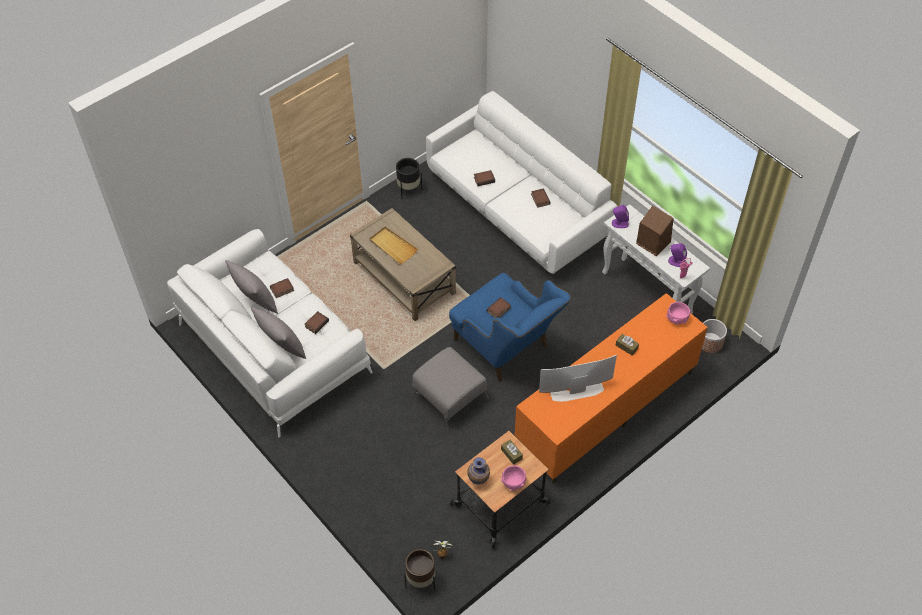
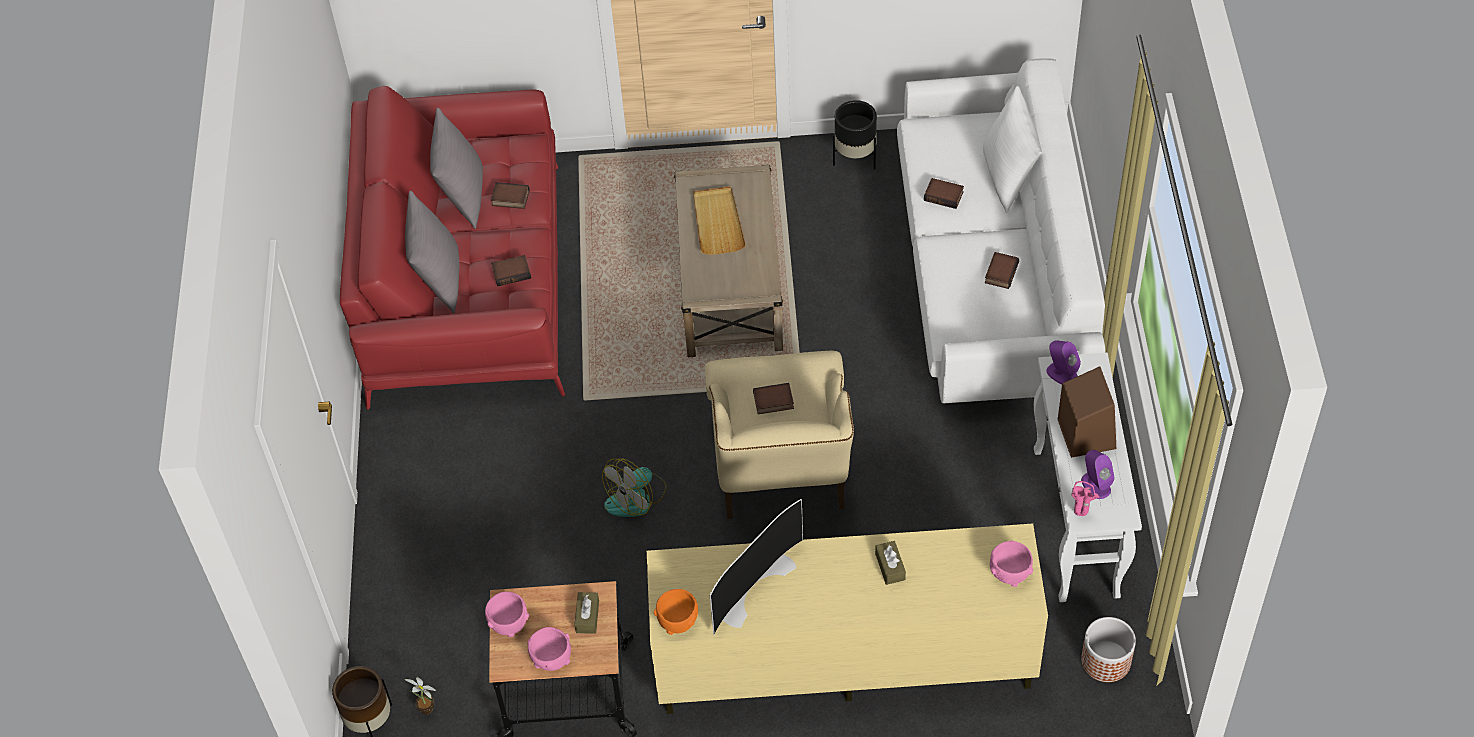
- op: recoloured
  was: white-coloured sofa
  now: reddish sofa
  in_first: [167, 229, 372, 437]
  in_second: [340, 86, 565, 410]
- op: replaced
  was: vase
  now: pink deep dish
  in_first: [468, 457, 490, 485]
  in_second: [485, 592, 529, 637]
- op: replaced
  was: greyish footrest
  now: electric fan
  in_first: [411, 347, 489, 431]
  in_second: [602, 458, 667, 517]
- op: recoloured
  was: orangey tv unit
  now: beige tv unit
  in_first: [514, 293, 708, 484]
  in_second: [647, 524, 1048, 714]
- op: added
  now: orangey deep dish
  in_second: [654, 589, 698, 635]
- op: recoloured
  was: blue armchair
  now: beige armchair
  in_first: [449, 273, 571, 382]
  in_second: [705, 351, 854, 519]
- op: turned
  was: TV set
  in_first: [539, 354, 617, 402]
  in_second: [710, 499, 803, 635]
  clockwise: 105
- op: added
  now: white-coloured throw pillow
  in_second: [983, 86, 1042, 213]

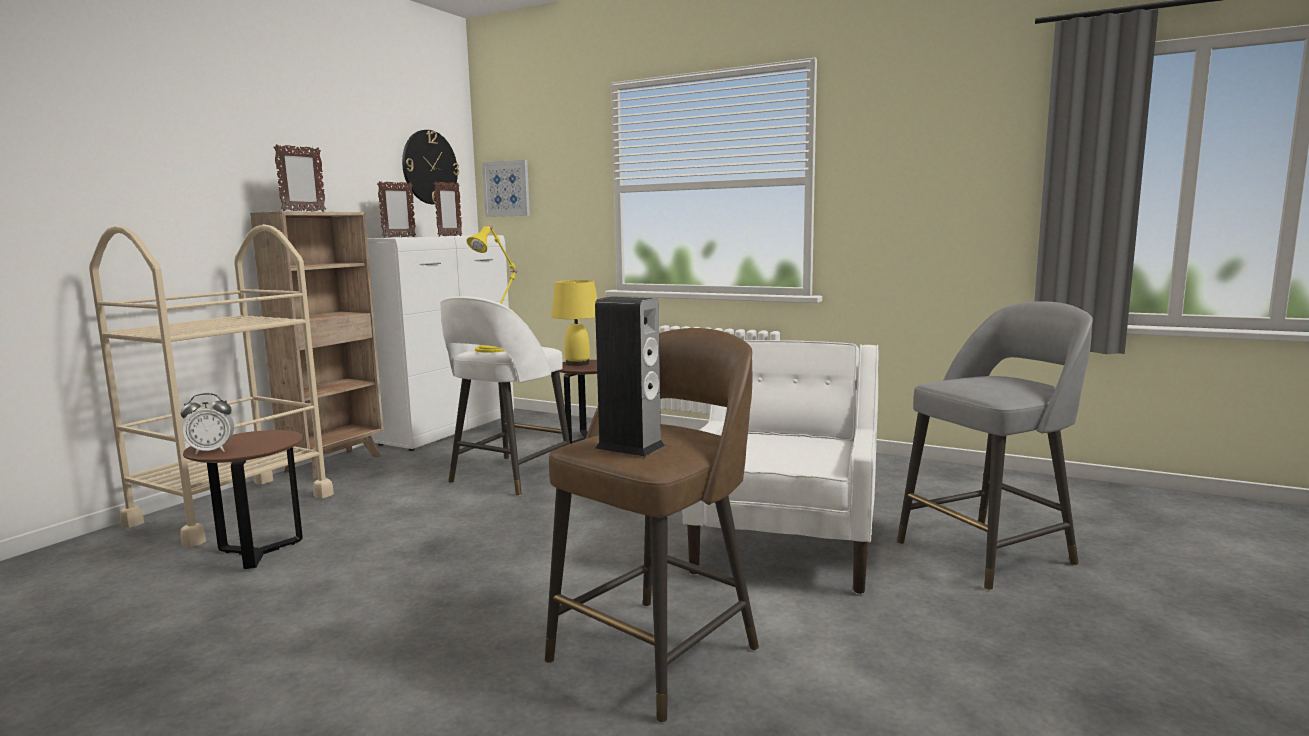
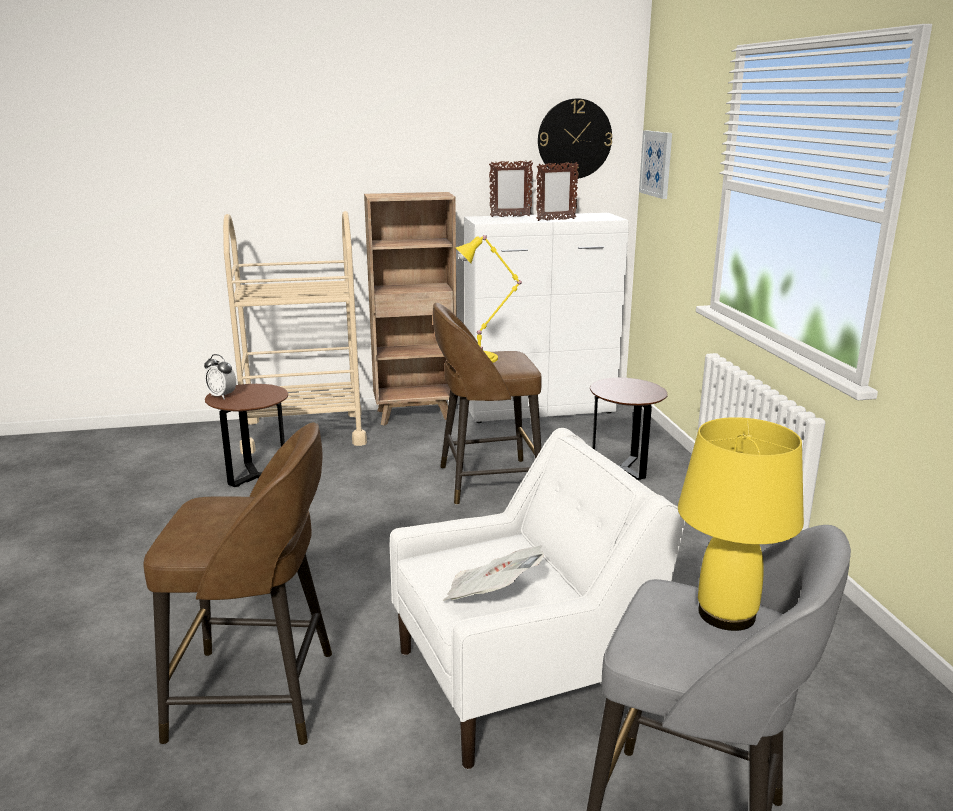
- op: recoloured
  was: white-coloured stool
  now: brownish stool
  in_first: [440, 296, 570, 496]
  in_second: [433, 303, 542, 505]
- op: added
  now: daily paper
  in_second: [443, 545, 544, 601]
- op: moved
  was: yellow-coloured tabletop lamp
  in_first: [551, 280, 597, 366]
  in_second: [678, 417, 804, 631]
- op: removed
  was: standing frame
  in_first: [273, 144, 326, 212]
- op: removed
  was: loudspeaker
  in_first: [595, 297, 665, 456]

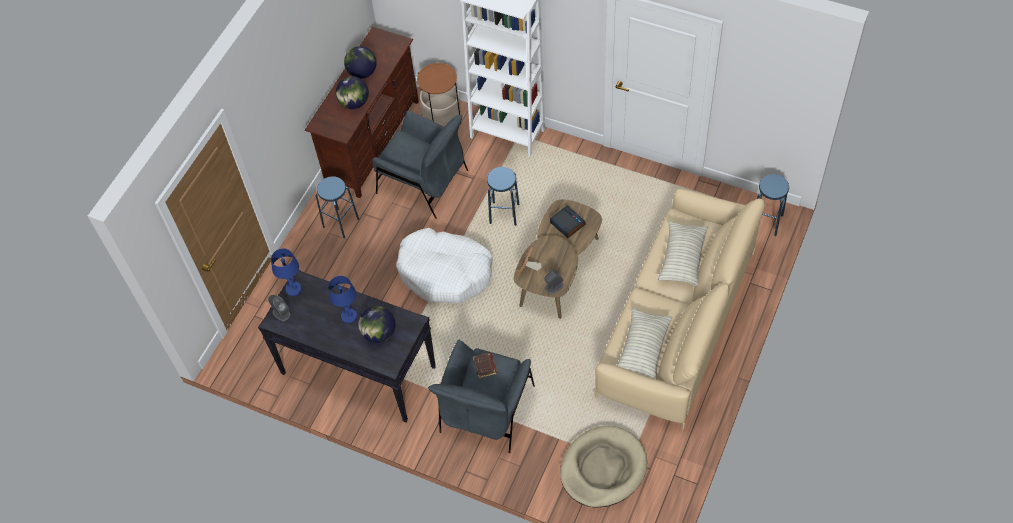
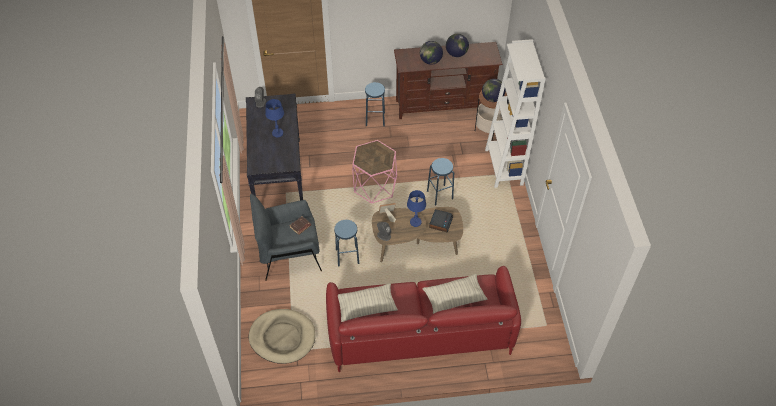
- op: recoloured
  was: beige sofa
  now: reddish sofa
  in_first: [595, 189, 765, 430]
  in_second: [326, 266, 521, 372]
- op: moved
  was: blue stool
  in_first: [757, 174, 789, 236]
  in_second: [334, 220, 359, 266]
- op: replaced
  was: white-coloured dog bed
  now: pink side table
  in_first: [396, 228, 493, 303]
  in_second: [352, 140, 397, 204]
- op: moved
  was: blue tabletop lamp
  in_first: [271, 248, 301, 296]
  in_second: [407, 190, 426, 227]
- op: moved
  was: desk globe
  in_first: [358, 306, 395, 343]
  in_second: [482, 79, 505, 102]
- op: removed
  was: greyish armchair
  in_first: [373, 111, 468, 219]

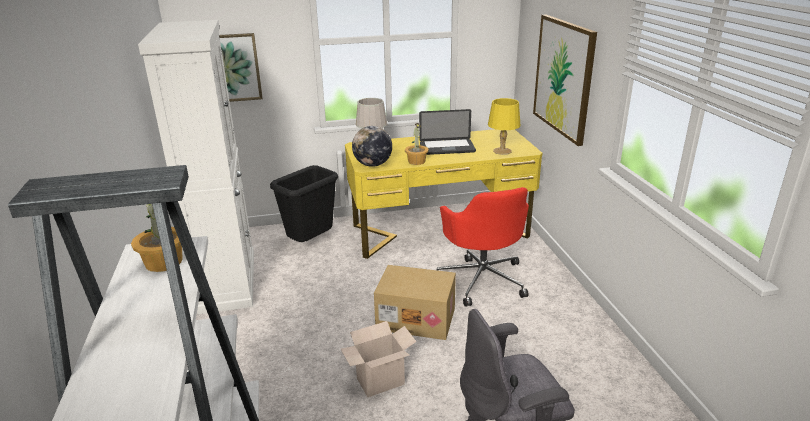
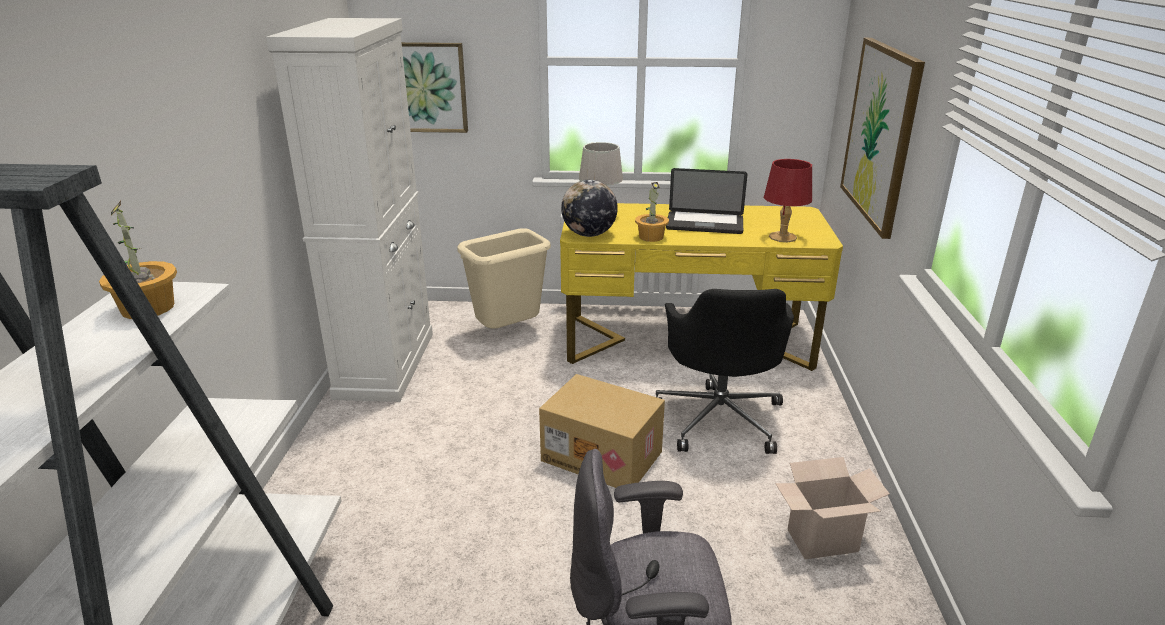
- op: recoloured
  was: black-coloured rubbish bin
  now: beige rubbish bin
  in_first: [270, 165, 338, 242]
  in_second: [457, 228, 551, 329]
- op: recoloured
  was: reddish office chair
  now: black-coloured office chair
  in_first: [437, 187, 529, 307]
  in_second: [656, 289, 794, 454]
- op: recoloured
  was: yellow-coloured tabletop lamp
  now: reddish tabletop lamp
  in_first: [488, 98, 521, 155]
  in_second: [764, 159, 812, 242]
- op: moved
  was: packing box
  in_first: [341, 321, 416, 397]
  in_second: [776, 457, 890, 559]

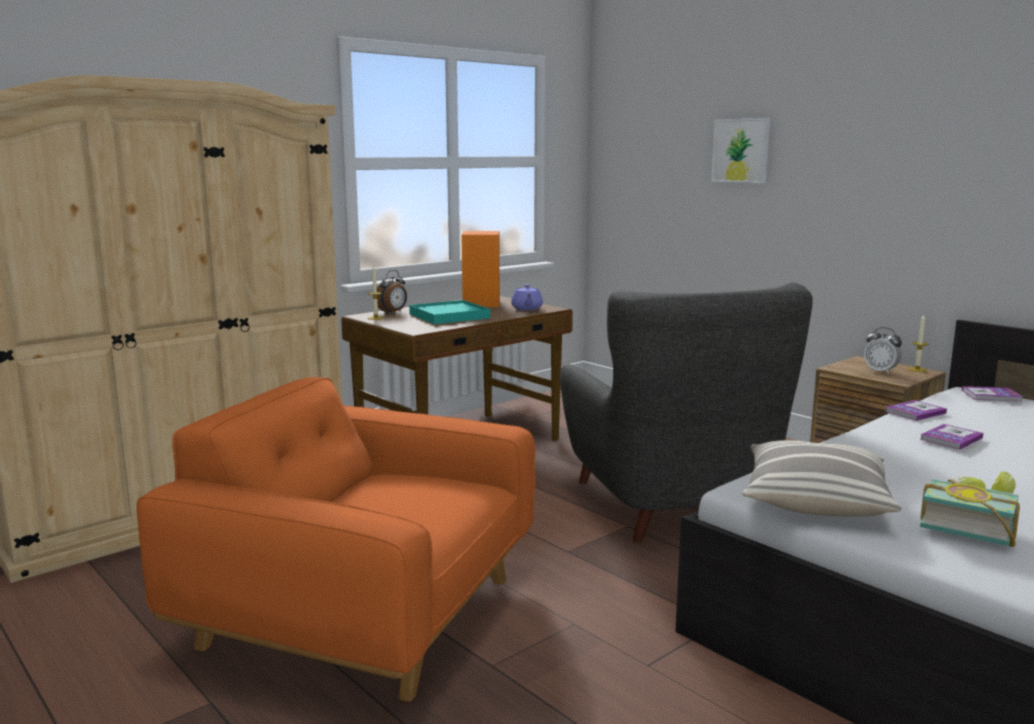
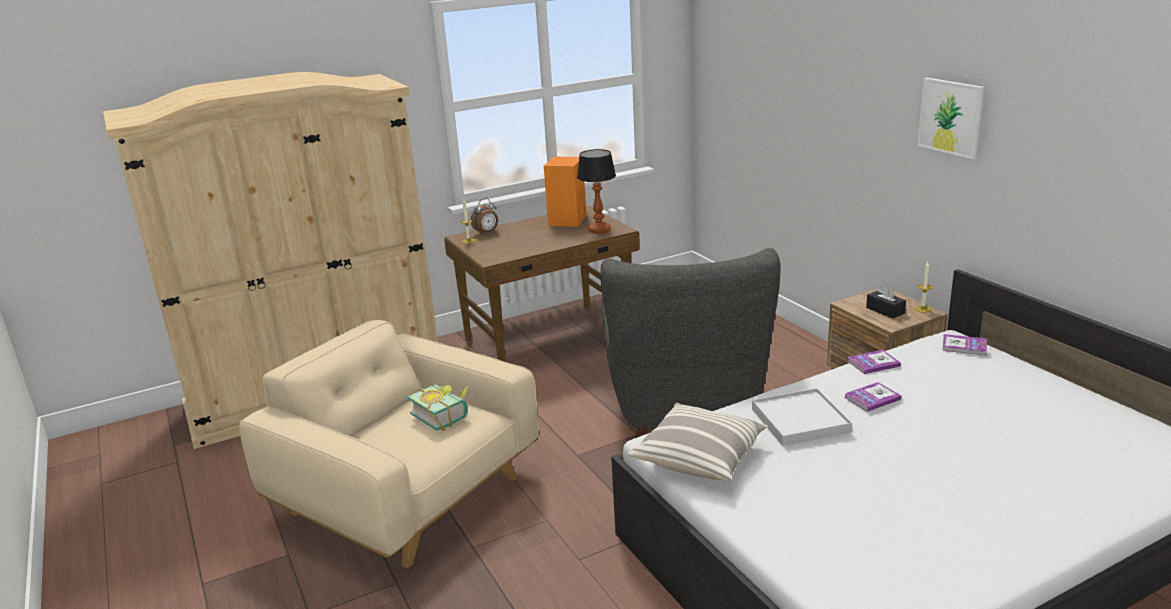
- op: recoloured
  was: orangey armchair
  now: beige armchair
  in_first: [136, 377, 535, 702]
  in_second: [239, 320, 539, 568]
- op: moved
  was: volume
  in_first: [920, 471, 1020, 547]
  in_second: [407, 383, 470, 431]
- op: replaced
  was: purple-coloured teapot
  now: tabletop lamp
  in_first: [511, 284, 543, 311]
  in_second: [577, 149, 616, 234]
- op: added
  now: white-coloured carrying tray
  in_second: [752, 388, 852, 446]
- op: replaced
  was: alarm clock
  now: black-coloured box of tissues
  in_first: [864, 327, 902, 374]
  in_second: [866, 284, 906, 319]
- op: moved
  was: picture
  in_first: [711, 118, 770, 183]
  in_second: [917, 78, 984, 159]
- op: removed
  was: turquoise carrying tray
  in_first: [409, 300, 490, 324]

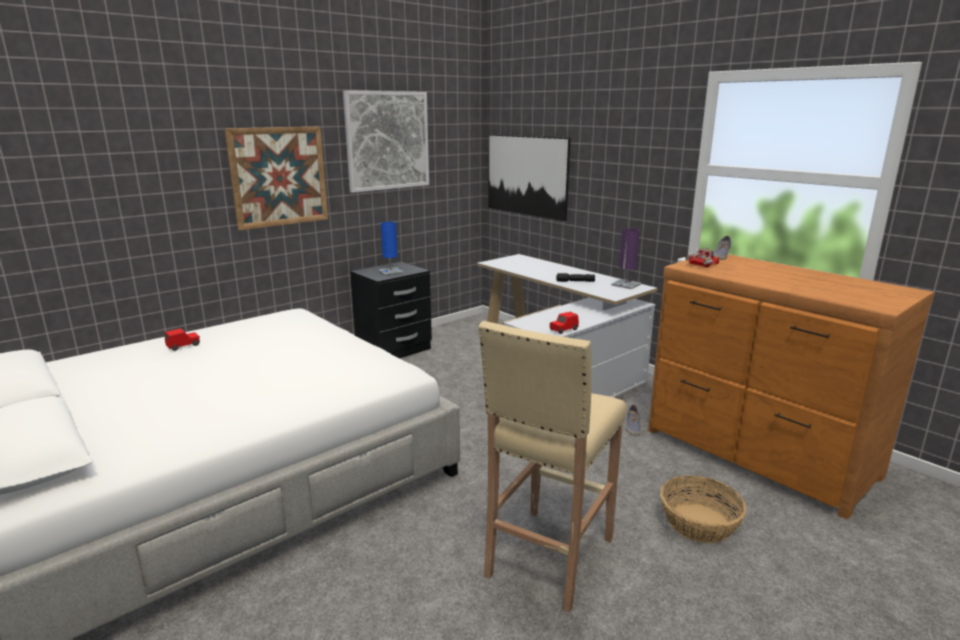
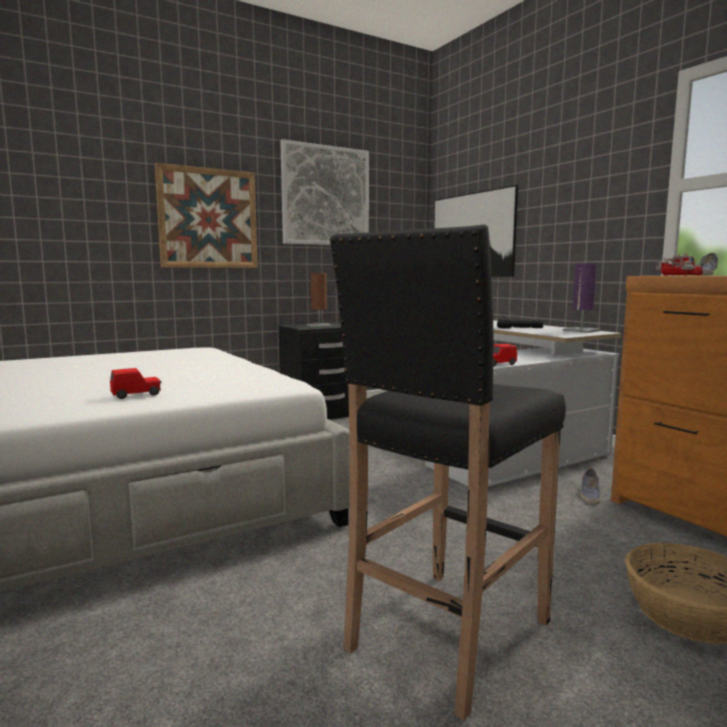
- op: moved
  was: reddish toy car
  in_first: [165, 328, 200, 351]
  in_second: [110, 368, 161, 399]
- op: recoloured
  was: blue tabletop lamp
  now: brownish tabletop lamp
  in_first: [378, 222, 404, 275]
  in_second: [307, 273, 332, 328]
- op: recoloured
  was: beige stool
  now: black-coloured stool
  in_first: [478, 321, 626, 612]
  in_second: [330, 225, 566, 720]

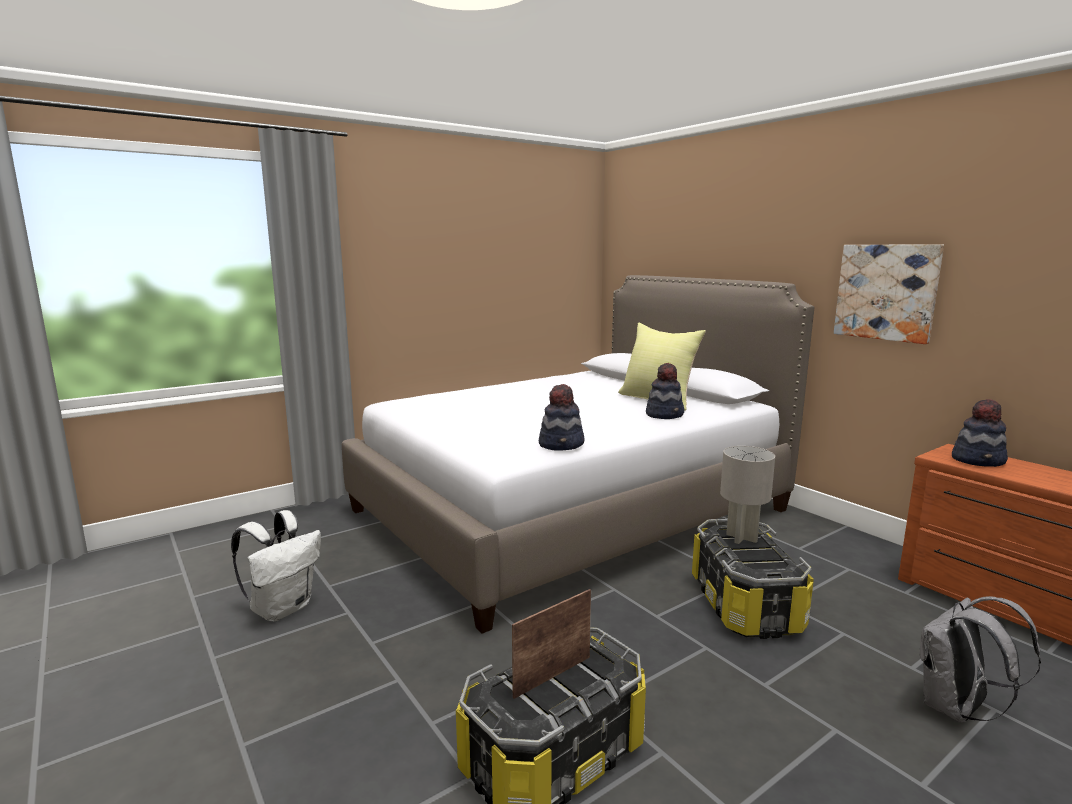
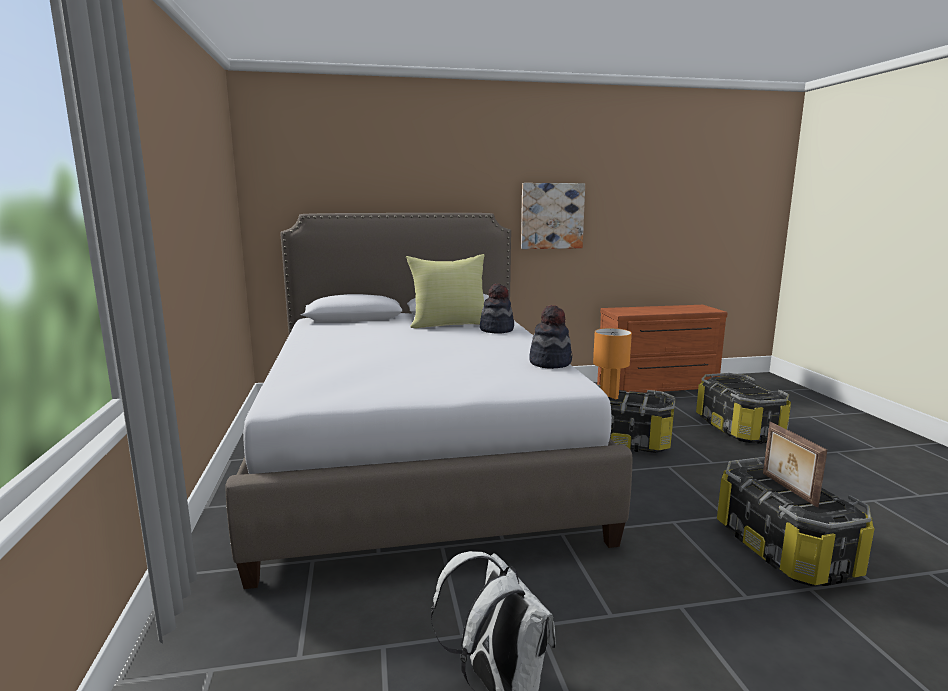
- op: recoloured
  was: greyish tabletop lamp
  now: orangey tabletop lamp
  in_first: [720, 446, 775, 544]
  in_second: [593, 328, 632, 399]
- op: replaced
  was: greyish backpack
  now: storage bin
  in_first: [919, 596, 1041, 723]
  in_second: [696, 373, 791, 444]
- op: removed
  was: hat
  in_first: [952, 399, 1008, 467]

